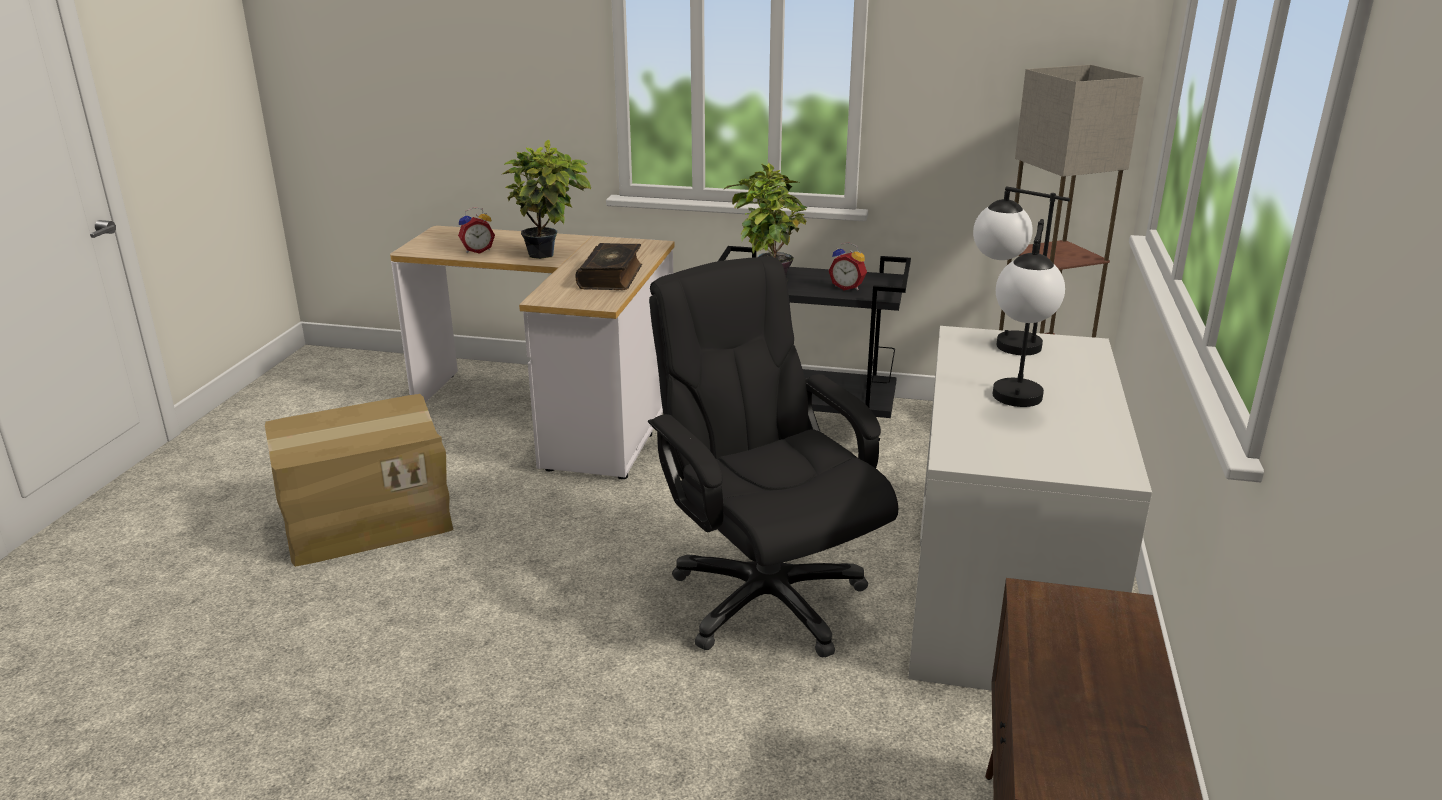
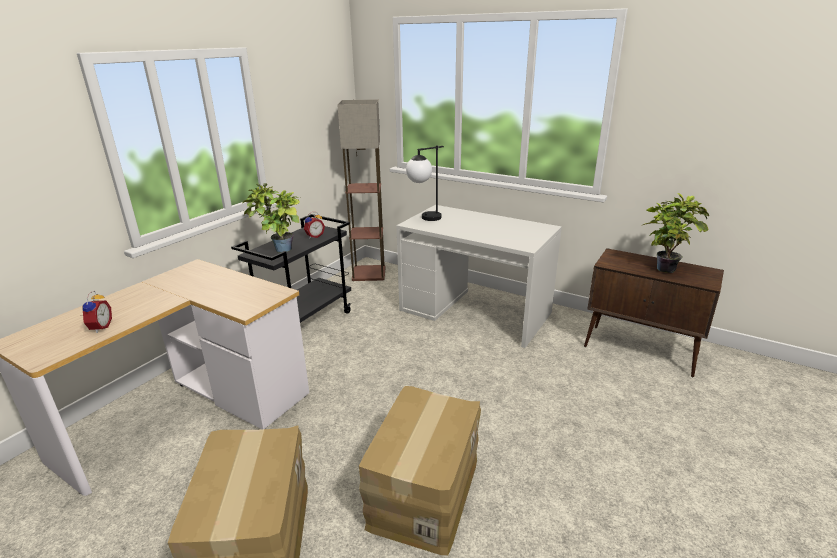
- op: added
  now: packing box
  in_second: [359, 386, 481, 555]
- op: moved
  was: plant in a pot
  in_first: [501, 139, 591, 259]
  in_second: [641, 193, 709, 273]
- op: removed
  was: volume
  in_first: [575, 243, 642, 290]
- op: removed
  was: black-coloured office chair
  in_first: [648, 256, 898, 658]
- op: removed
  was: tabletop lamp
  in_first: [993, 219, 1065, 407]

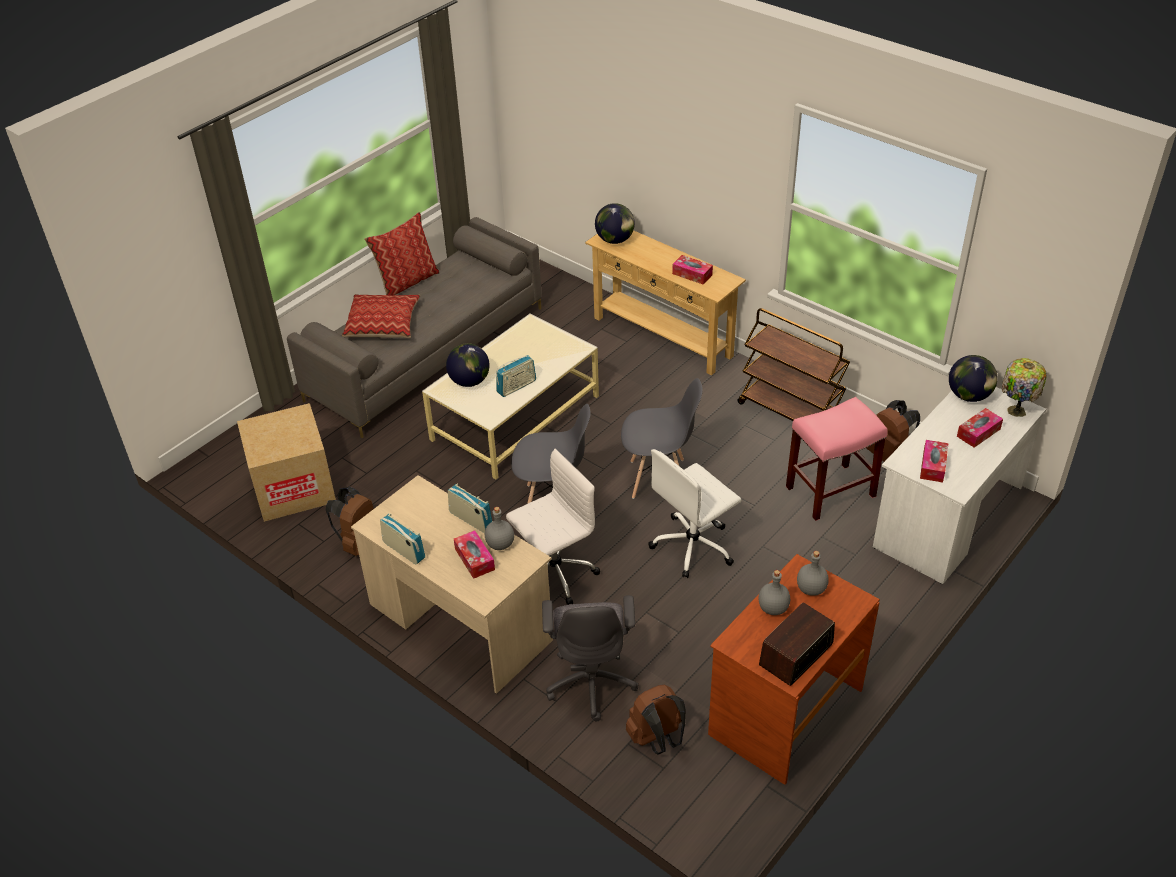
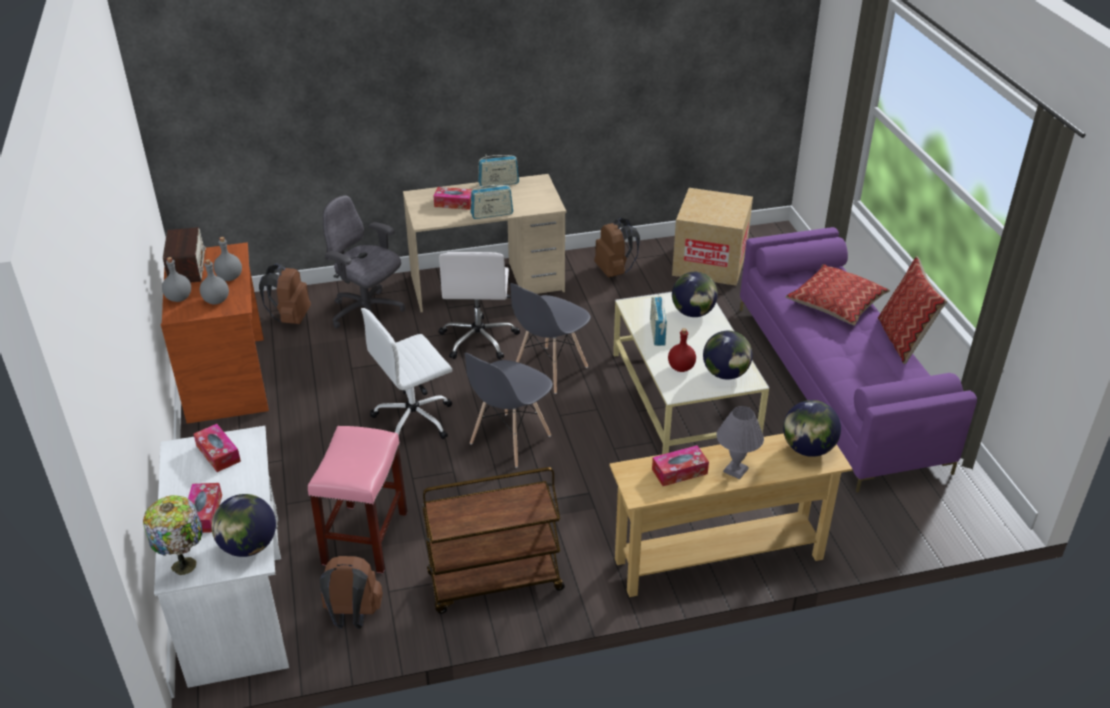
- op: moved
  was: greyish drink bottle
  in_first: [485, 507, 514, 550]
  in_second: [162, 257, 191, 302]
- op: turned
  was: white-coloured office chair
  in_first: [648, 449, 741, 578]
  in_second: [361, 308, 452, 443]
  clockwise: -120
- op: added
  now: reddish drink bottle
  in_second: [668, 328, 696, 372]
- op: added
  now: desk globe
  in_second: [703, 331, 753, 380]
- op: added
  now: greyish tabletop lamp
  in_second: [717, 406, 764, 479]
- op: recoloured
  was: greyish sofa
  now: purple-coloured sofa
  in_first: [287, 217, 542, 438]
  in_second: [740, 227, 977, 493]

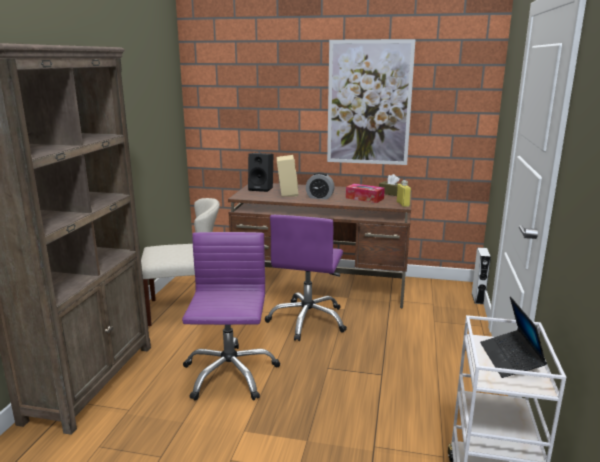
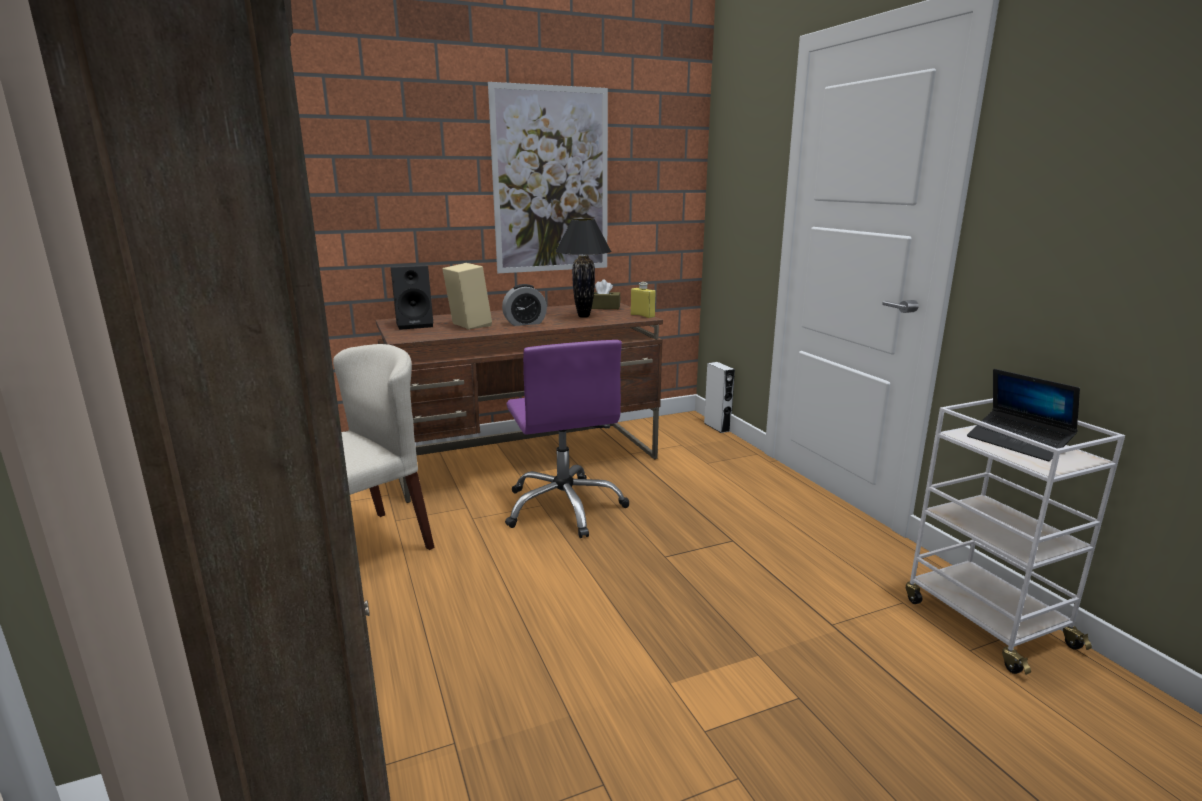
- op: replaced
  was: box of tissues
  now: black-coloured tabletop lamp
  in_first: [346, 184, 385, 203]
  in_second: [555, 219, 611, 318]
- op: removed
  was: purple-coloured office chair
  in_first: [182, 232, 280, 401]

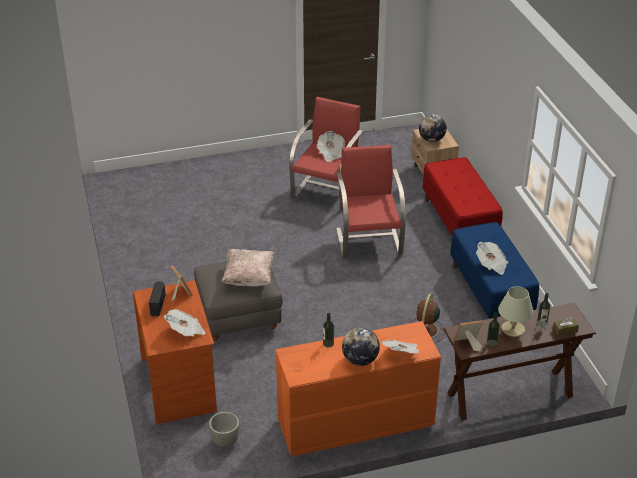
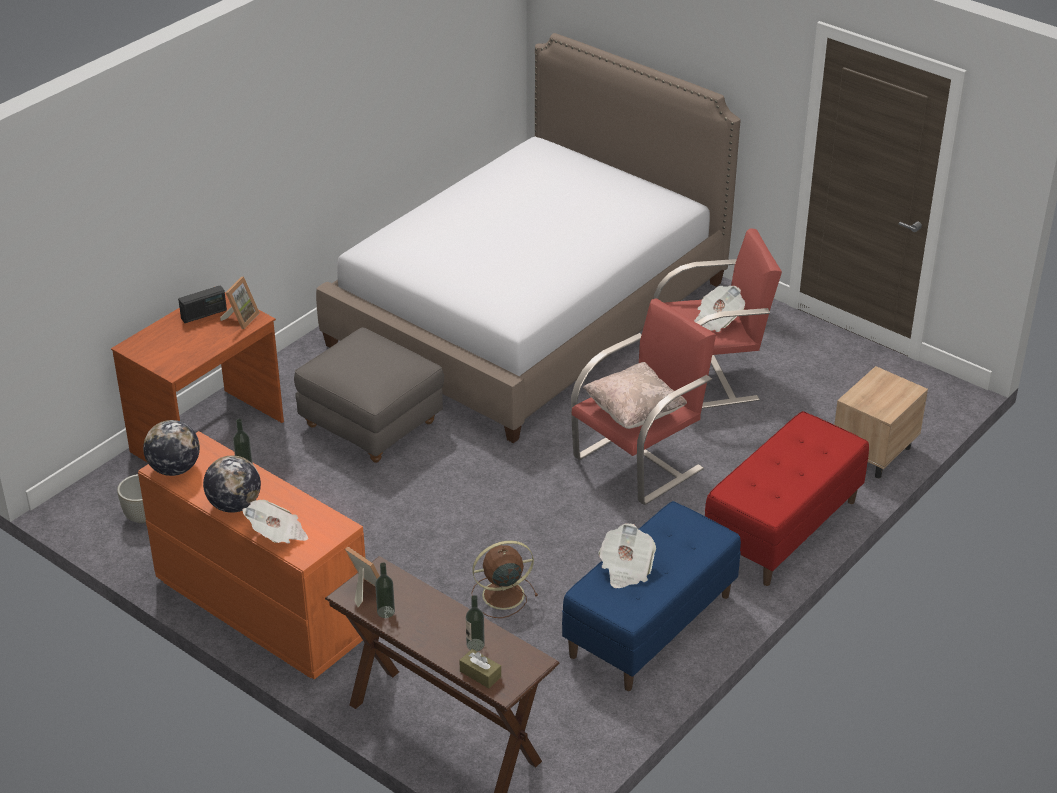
- op: moved
  was: desk globe
  in_first: [419, 114, 447, 142]
  in_second: [143, 420, 200, 476]
- op: added
  now: bed
  in_second: [316, 33, 741, 443]
- op: moved
  was: beige throw pillow
  in_first: [221, 249, 275, 286]
  in_second: [583, 362, 687, 429]
- op: removed
  was: daily paper
  in_first: [164, 309, 206, 337]
- op: removed
  was: beige tabletop lamp
  in_first: [498, 286, 534, 337]

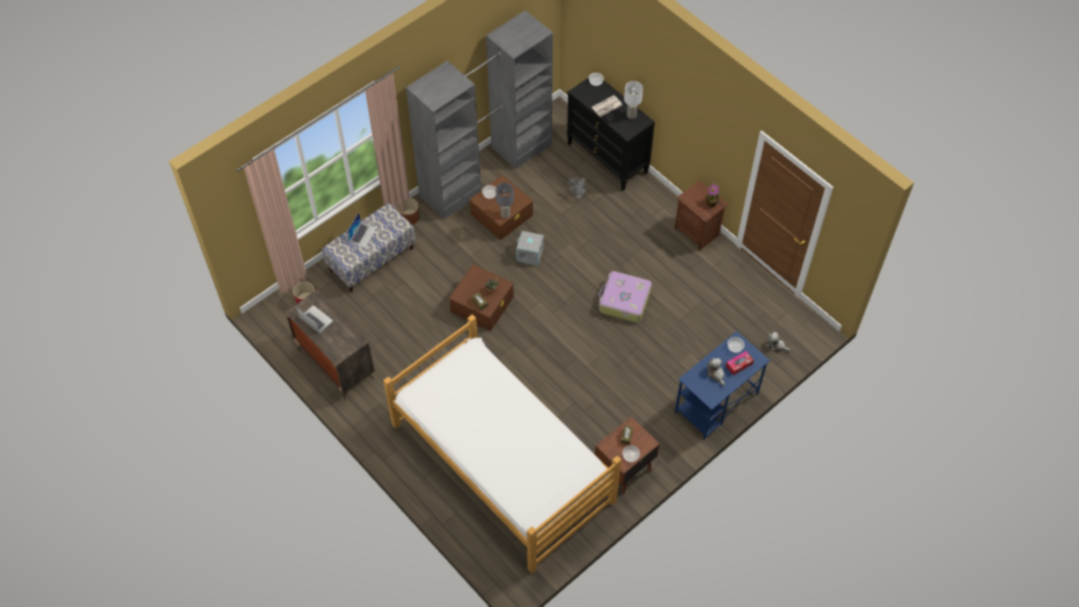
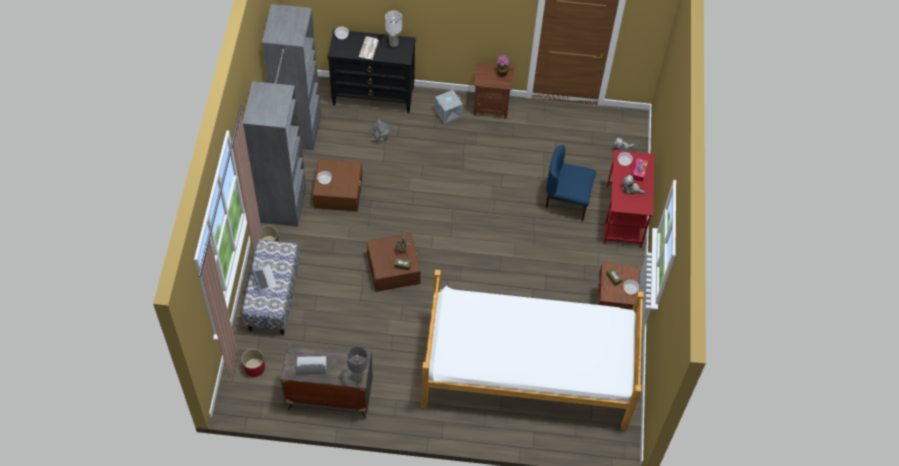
- op: moved
  was: greyish tabletop lamp
  in_first: [496, 182, 514, 218]
  in_second: [347, 346, 368, 381]
- op: moved
  was: greyish storage bin
  in_first: [516, 231, 544, 266]
  in_second: [435, 90, 463, 124]
- op: added
  now: blue upright chair
  in_second: [546, 145, 596, 221]
- op: recoloured
  was: blue desk
  now: reddish desk
  in_first: [675, 331, 770, 440]
  in_second: [604, 150, 654, 248]
- op: removed
  was: travel case
  in_first: [598, 271, 652, 323]

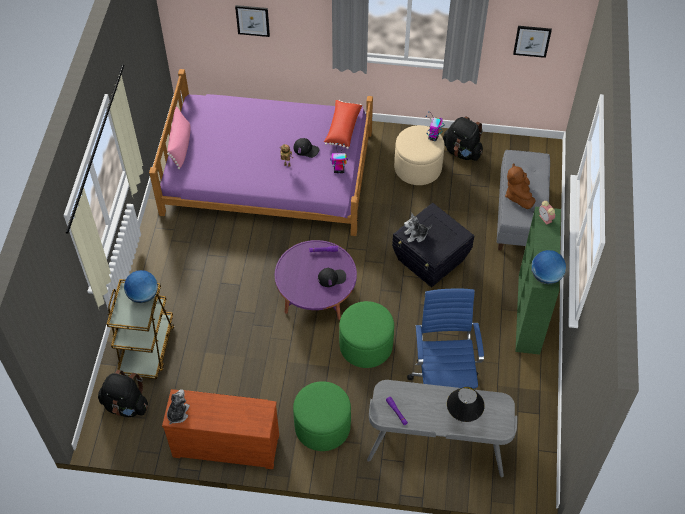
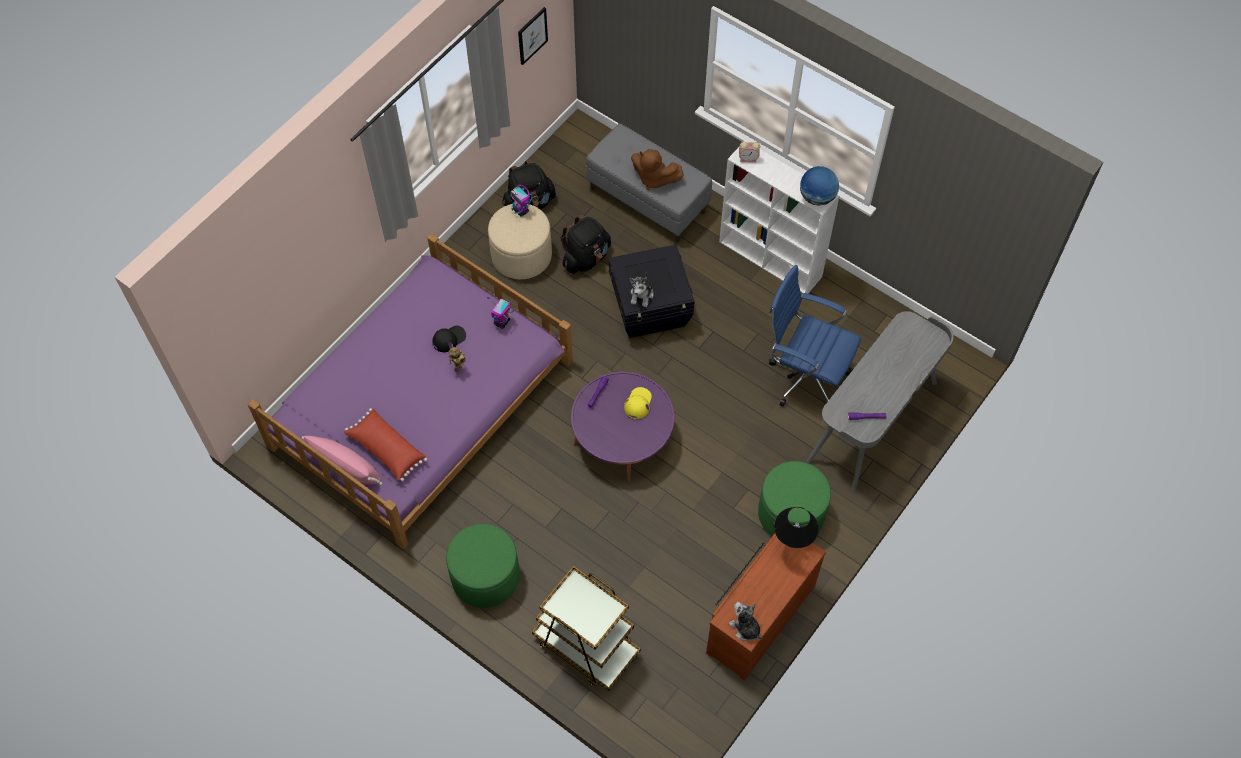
- op: moved
  was: reddish throw pillow
  in_first: [324, 100, 362, 149]
  in_second: [344, 408, 427, 481]
- op: moved
  was: green-coloured footrest
  in_first: [339, 301, 394, 368]
  in_second: [446, 524, 520, 608]
- op: moved
  was: black-coloured backpack
  in_first: [98, 370, 148, 417]
  in_second: [560, 215, 611, 274]
- op: recoloured
  was: black-coloured cap
  now: yellow-coloured cap
  in_first: [318, 268, 346, 287]
  in_second: [624, 387, 652, 419]
- op: recoloured
  was: green-coloured shelving unit
  now: white-coloured shelving unit
  in_first: [515, 207, 561, 355]
  in_second: [719, 141, 839, 294]
- op: moved
  was: black-coloured tabletop lamp
  in_first: [447, 387, 485, 422]
  in_second: [774, 507, 819, 548]
- op: removed
  was: desk globe
  in_first: [124, 270, 158, 303]
- op: removed
  was: picture
  in_first: [235, 5, 270, 37]

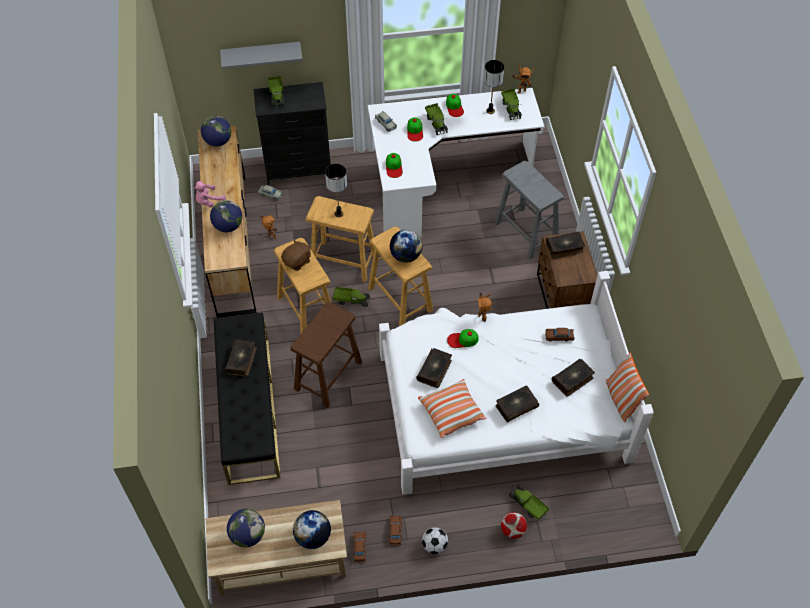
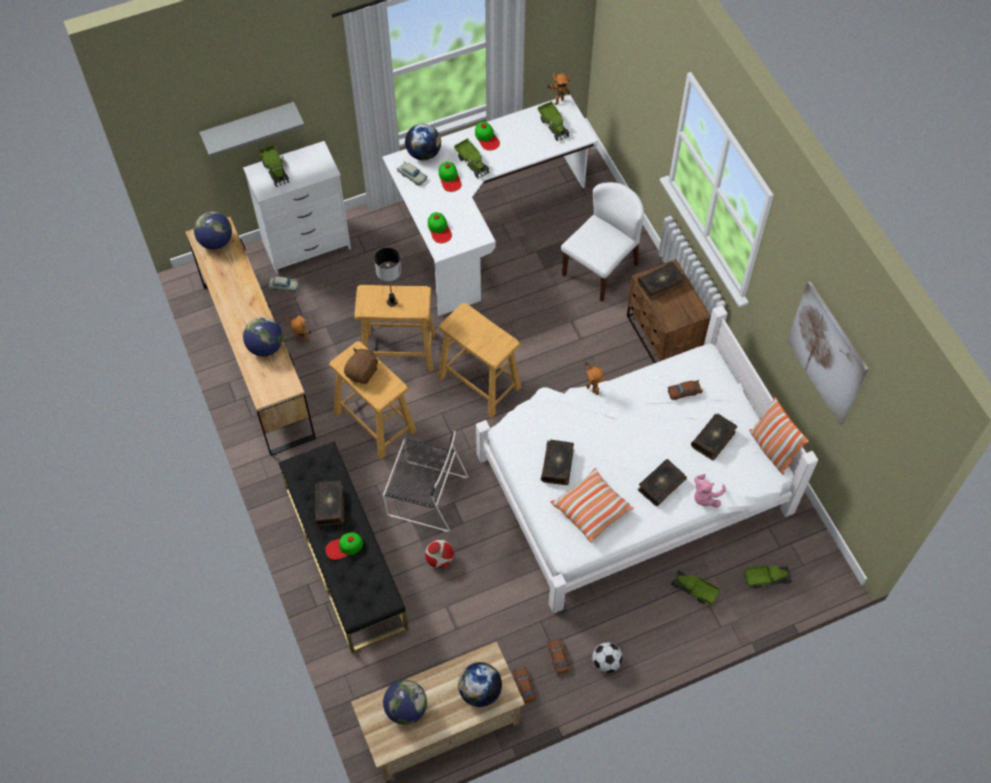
- op: recoloured
  was: black-coloured dresser
  now: white-coloured dresser
  in_first: [253, 82, 331, 185]
  in_second: [243, 141, 351, 275]
- op: moved
  was: cap
  in_first: [447, 329, 478, 348]
  in_second: [326, 532, 363, 560]
- op: replaced
  was: brownish stool
  now: black-coloured upright chair
  in_first: [290, 302, 362, 408]
  in_second: [383, 431, 468, 532]
- op: moved
  was: desk globe
  in_first: [389, 230, 422, 263]
  in_second: [405, 124, 441, 160]
- op: moved
  was: ball for football
  in_first: [501, 512, 527, 539]
  in_second: [425, 539, 454, 568]
- op: replaced
  was: greyish stool
  now: white-coloured upright chair
  in_first: [494, 161, 564, 259]
  in_second: [561, 182, 644, 302]
- op: moved
  was: pink plush toy
  in_first: [193, 181, 226, 207]
  in_second: [694, 474, 726, 507]
- op: moved
  was: toy lorry
  in_first: [333, 287, 370, 307]
  in_second: [744, 566, 792, 589]
- op: added
  now: picture
  in_second: [787, 281, 868, 425]
- op: removed
  was: tabletop lamp
  in_first: [484, 60, 504, 114]

